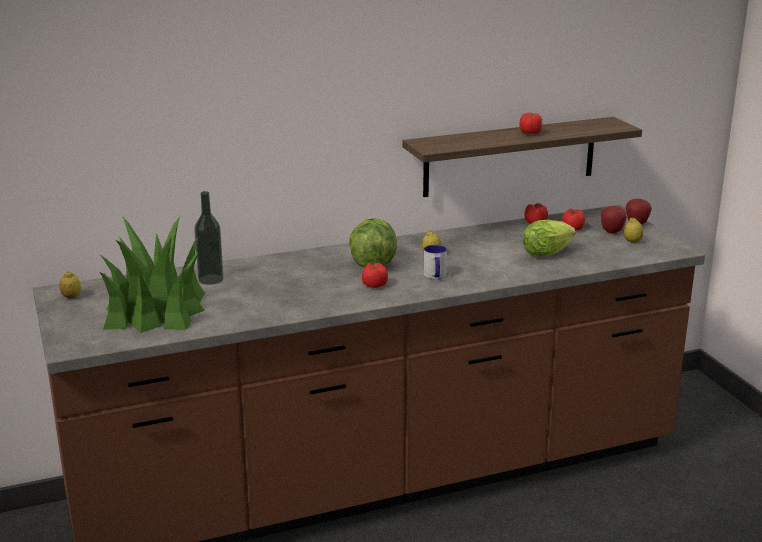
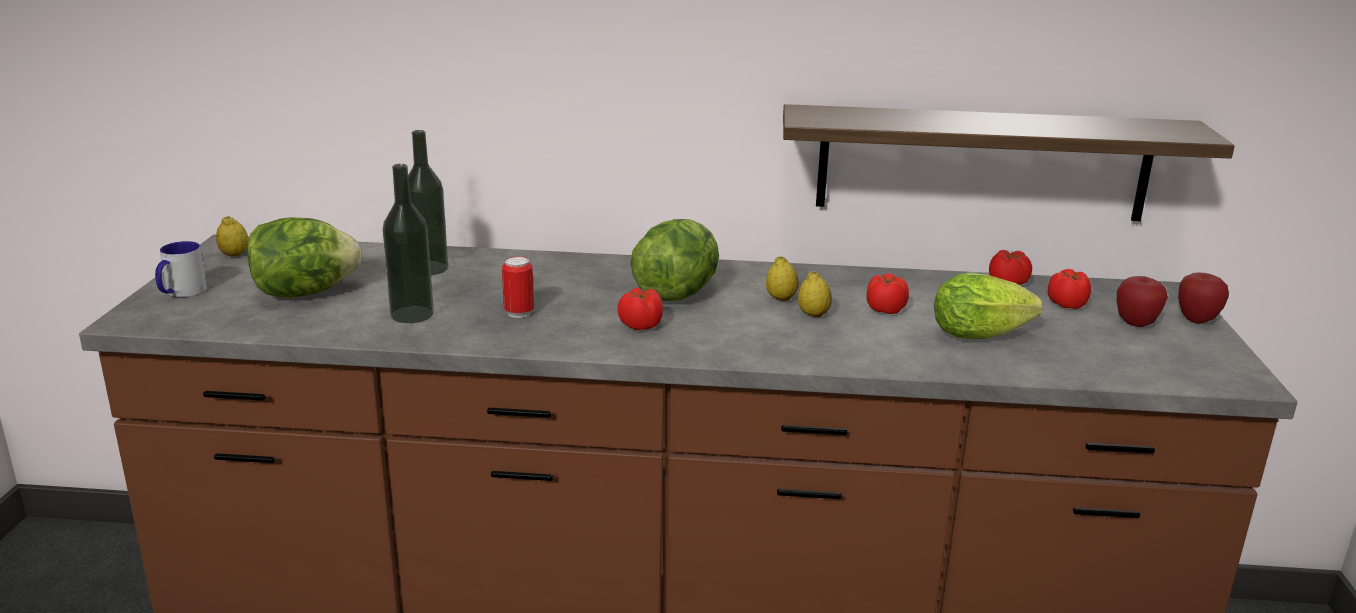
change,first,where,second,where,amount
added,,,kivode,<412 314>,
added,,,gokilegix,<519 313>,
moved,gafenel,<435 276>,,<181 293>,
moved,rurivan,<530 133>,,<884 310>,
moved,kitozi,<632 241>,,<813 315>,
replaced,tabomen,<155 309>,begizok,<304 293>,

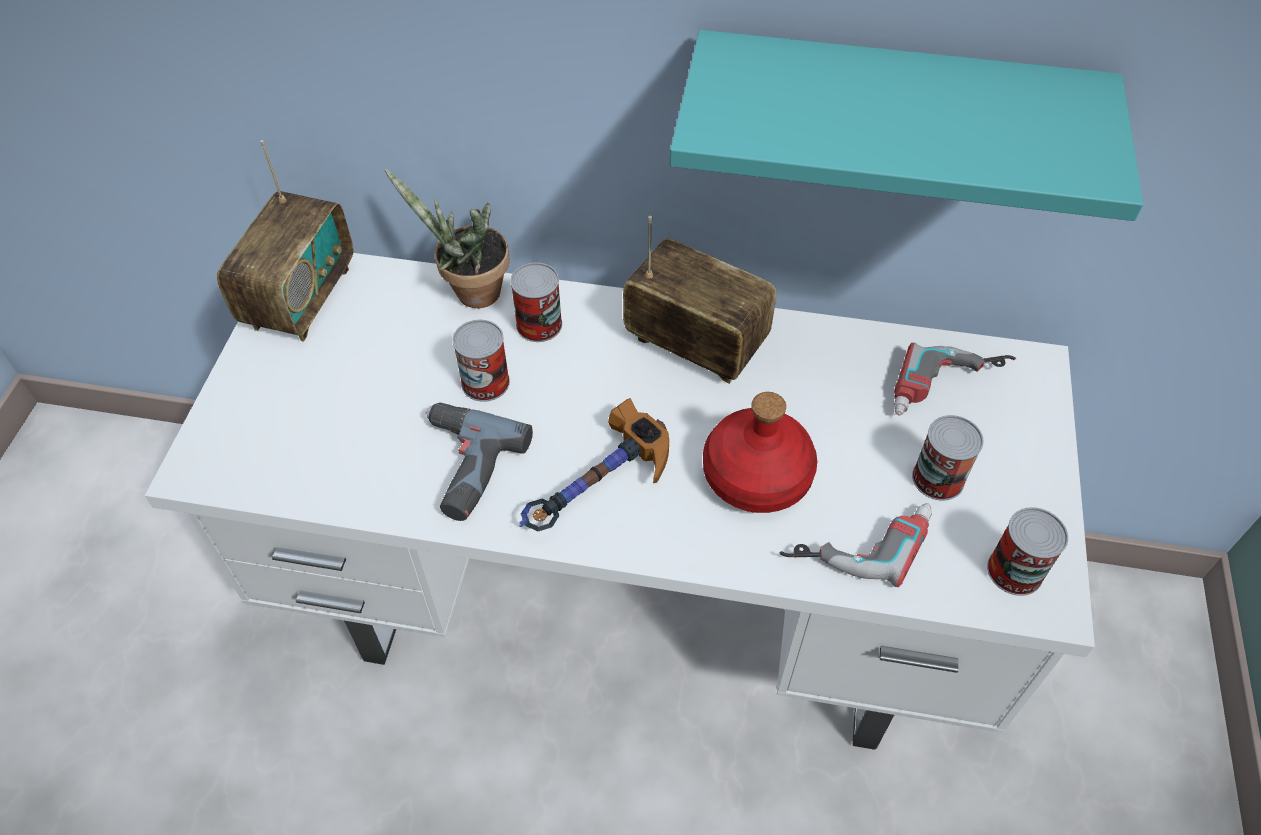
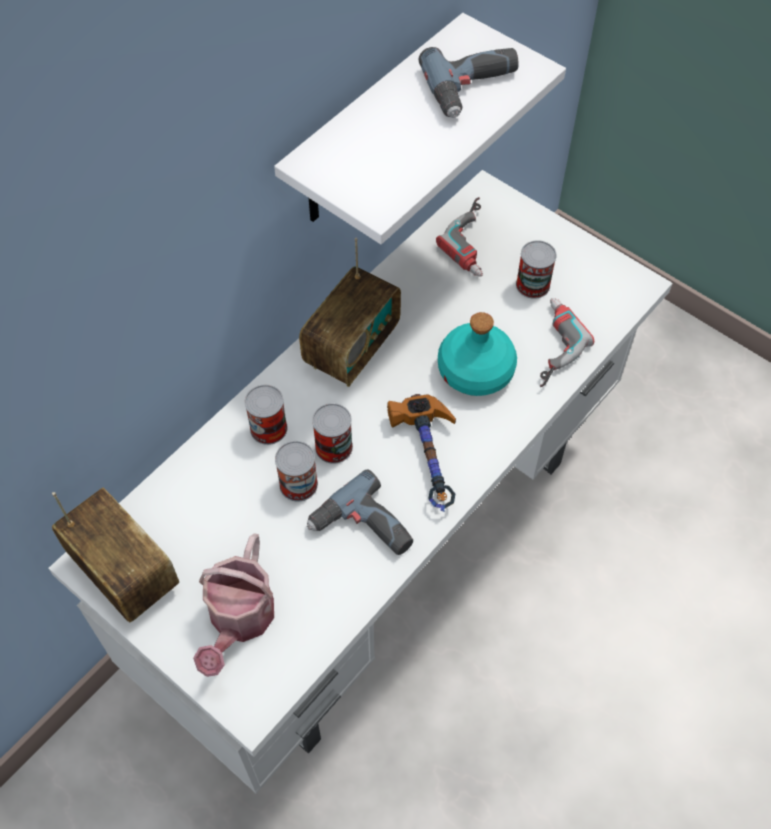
change,first,where,second,where,amount
removed,tabomen,<471 293>,,,
added,,,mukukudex,<239 621>,
added,,,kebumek,<474 88>,
moved,gokilegix,<1015 571>,,<334 447>,
recoloured,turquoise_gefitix,<890 117>,white_gefitix,<373 126>,
recoloured,red_kivode,<755 476>,turquoise_kivode,<474 371>,
turned,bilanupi,<695 345>,,<352 348>,150 degrees clockwise

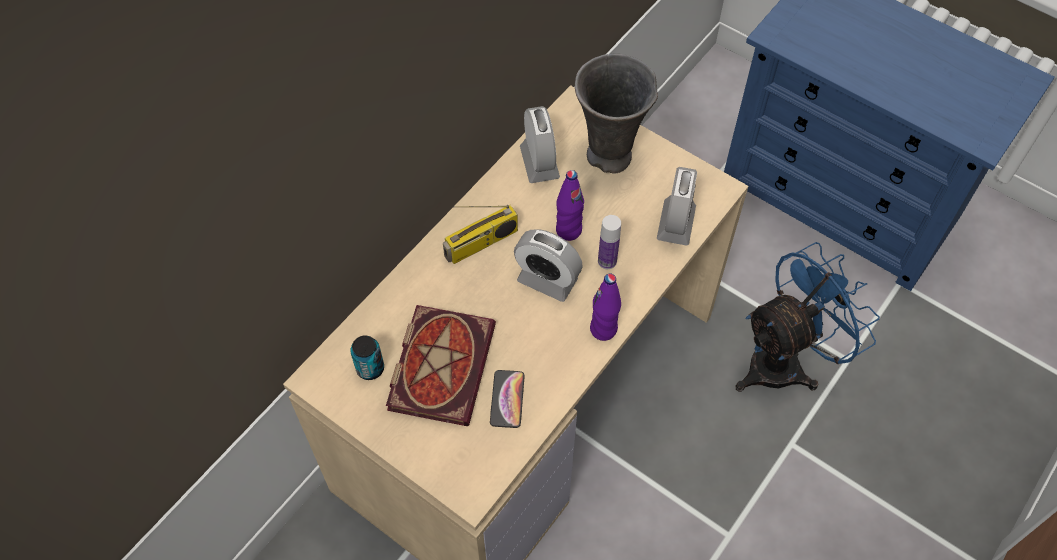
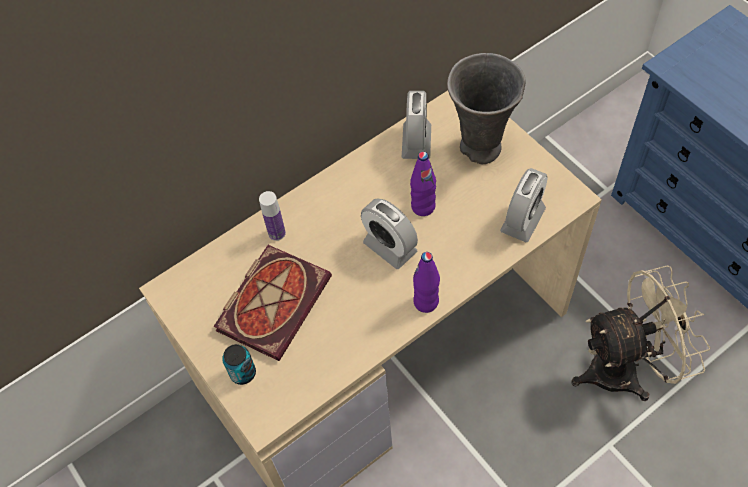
change,first,where,second,where,amount
removed,bilanupi,<481 244>,,,
removed,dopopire,<507 399>,,,
moved,gokilegix,<370 368>,,<243 373>,
moved,kivode,<607 261>,,<277 233>,
recoloured,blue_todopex,<785 361>,beige_todopex,<624 368>,

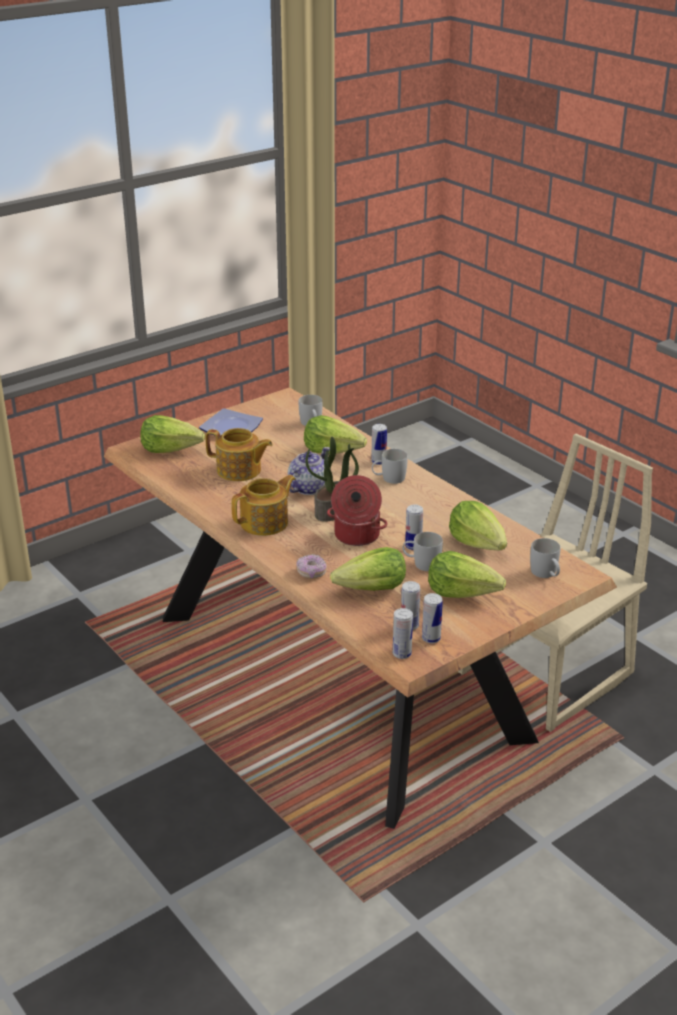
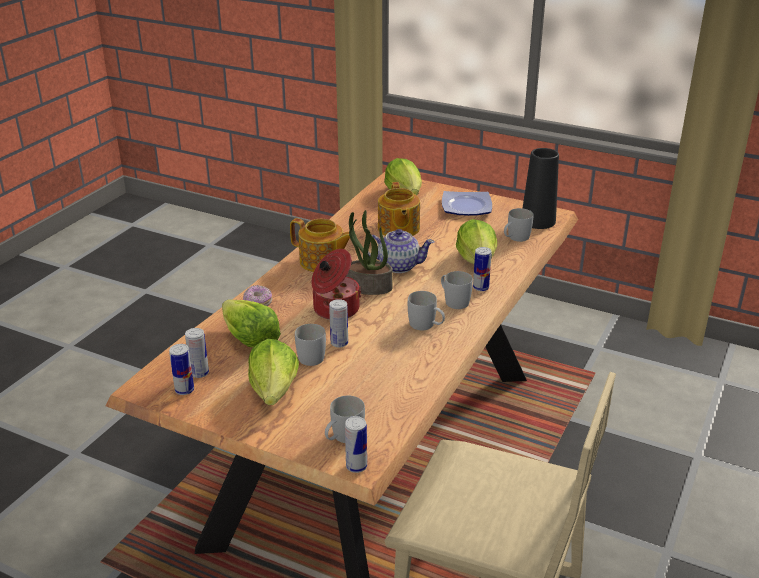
change,first,where,second,where,amount
removed,begizok,<478 543>,,,
added,,,white_gafenel,<426 326>,
added,,,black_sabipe,<538 221>,
moved,gokilegix,<402 654>,,<356 466>,

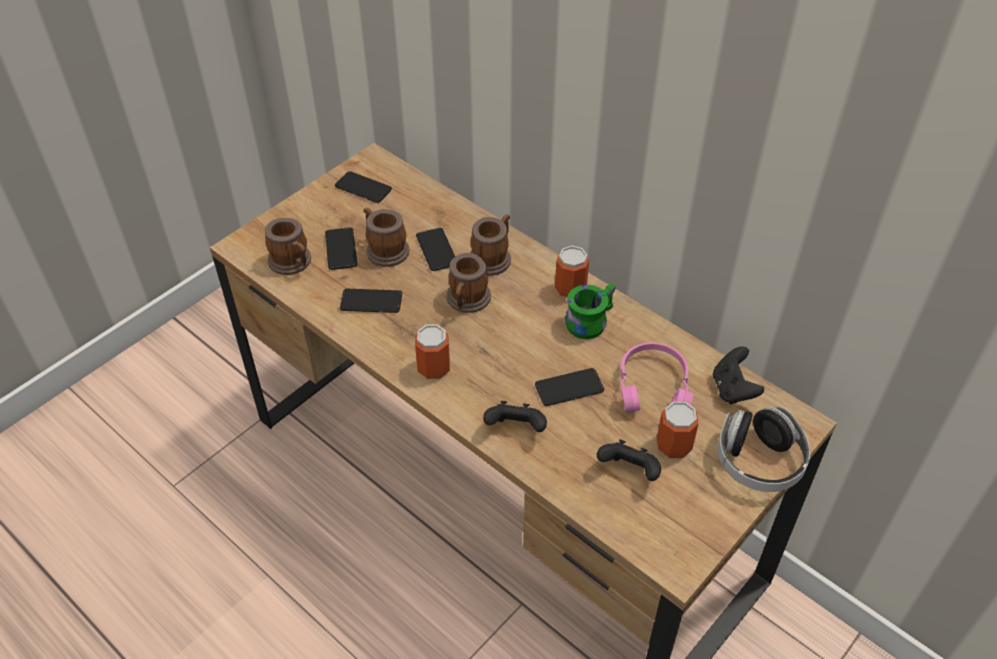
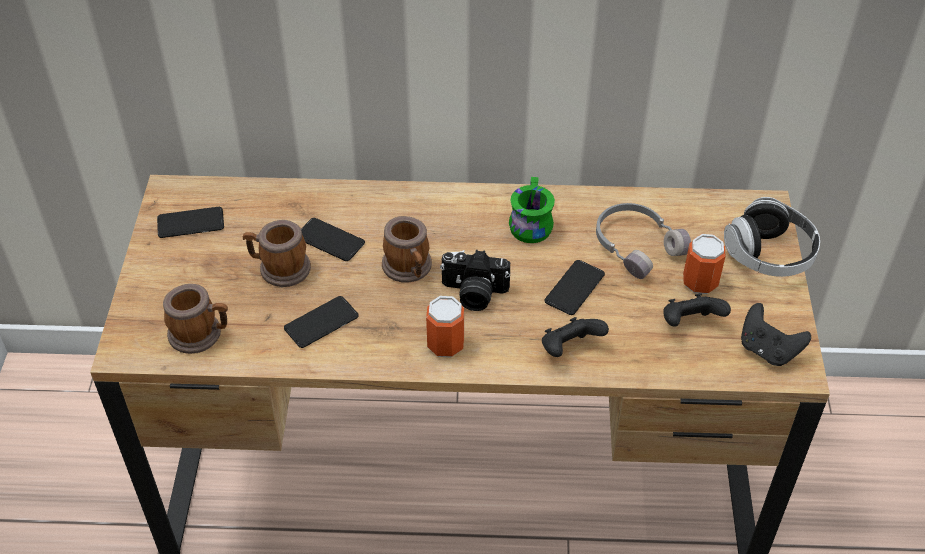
change,first,where,second,where,amount
removed,dopopire,<341 249>,,,
removed,gafenel,<492 258>,,,
removed,gokilegix,<570 289>,,,
added,,,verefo,<473 294>,
moved,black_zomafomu,<733 389>,,<767 350>,
recoloured,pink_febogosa,<654 386>,grey_febogosa,<636 245>,

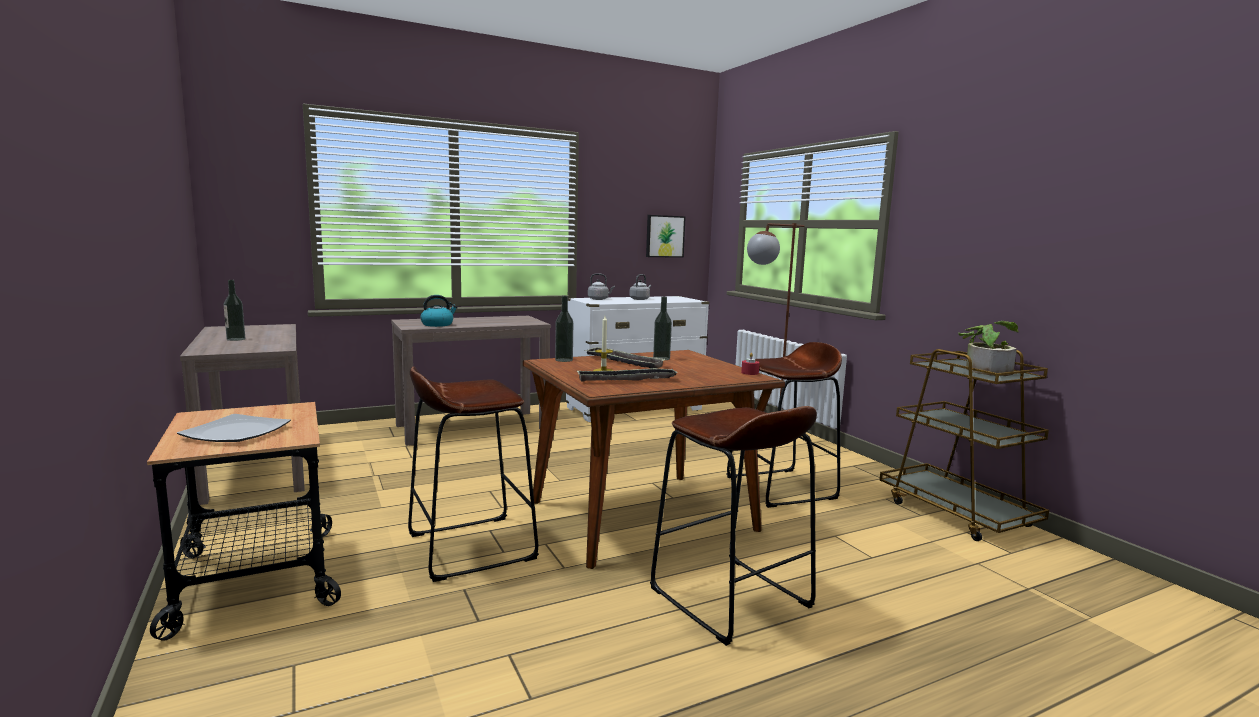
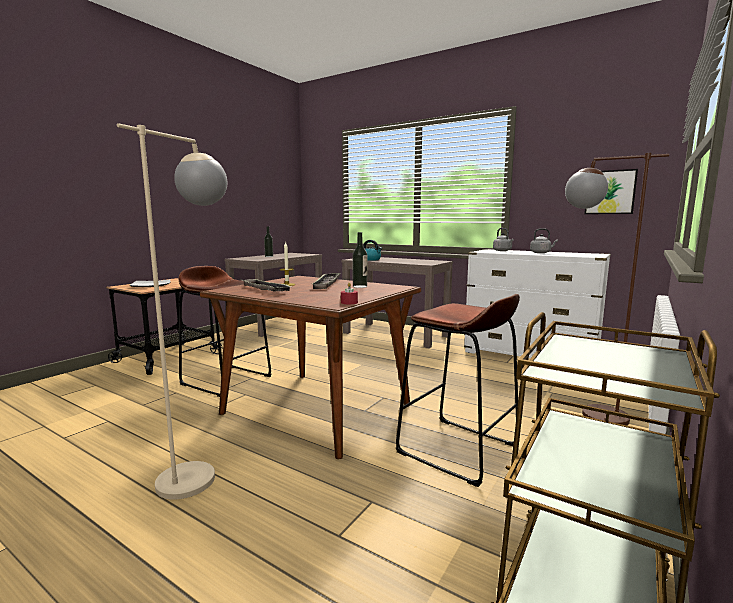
change,first,where,second,where,amount
removed,kivode,<564 360>,,,
removed,tabomen,<985 370>,,,
replaced,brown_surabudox,<730 598>,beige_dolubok,<201 470>,

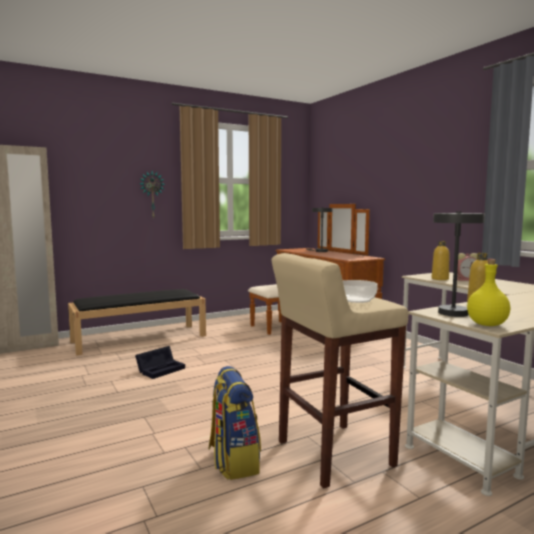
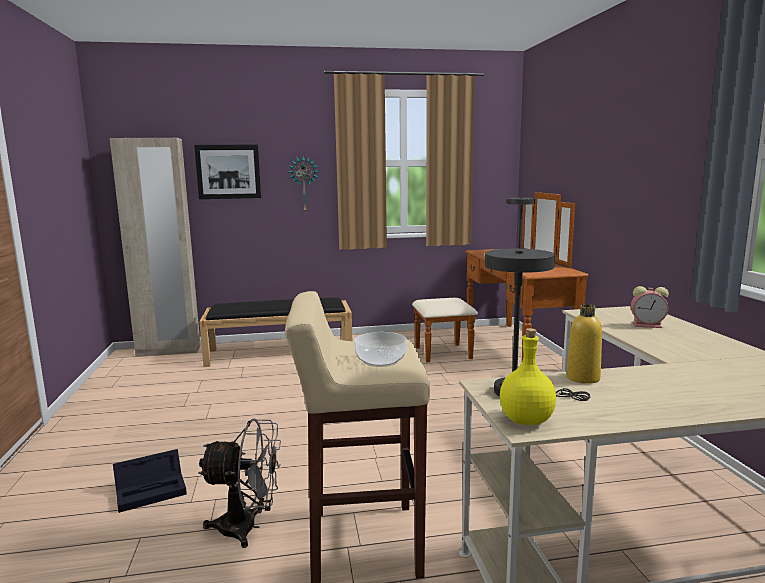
change,first,where,second,where,amount
removed,yellow_kivode,<440 279>,,,
added,,,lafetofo,<228 171>,
moved,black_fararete,<161 369>,,<153 490>,
replaced,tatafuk,<233 461>,grey_todopex,<248 528>,

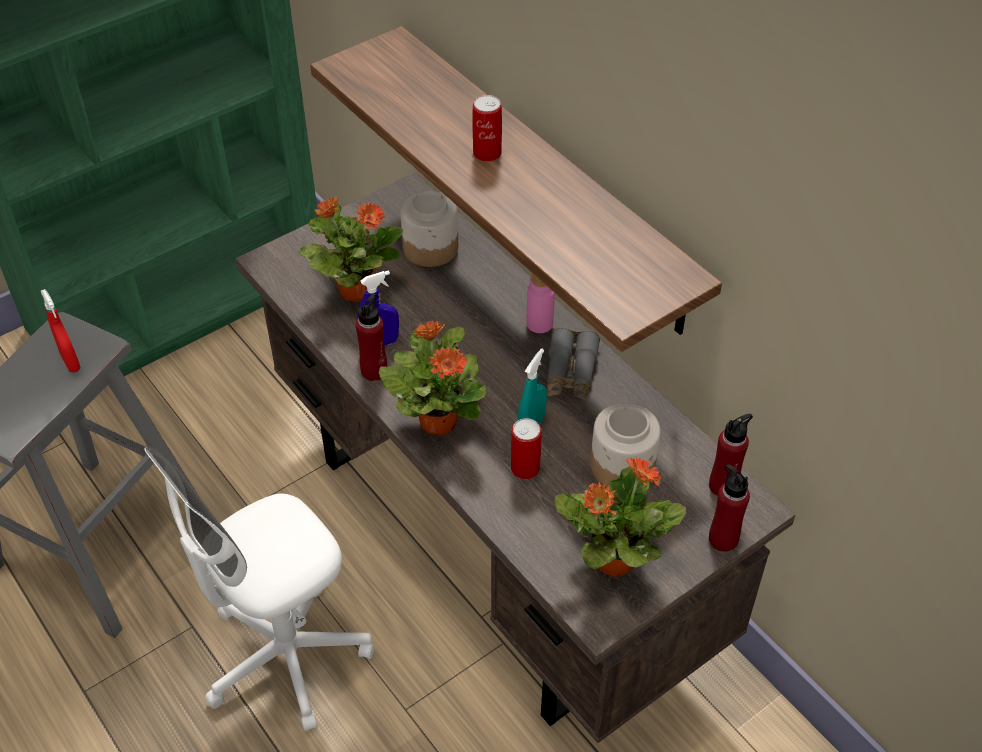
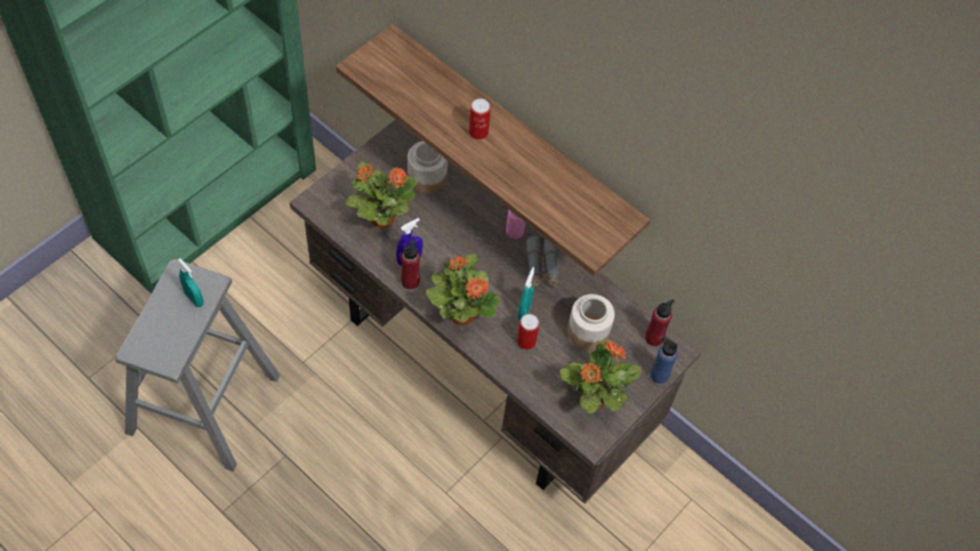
change,first,where,second,where,amount
removed,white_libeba,<286 657>,,,
recoloured,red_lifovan,<70 362>,turquoise_lifovan,<194 298>,
recoloured,red_kivode,<723 539>,blue_kivode,<659 375>,

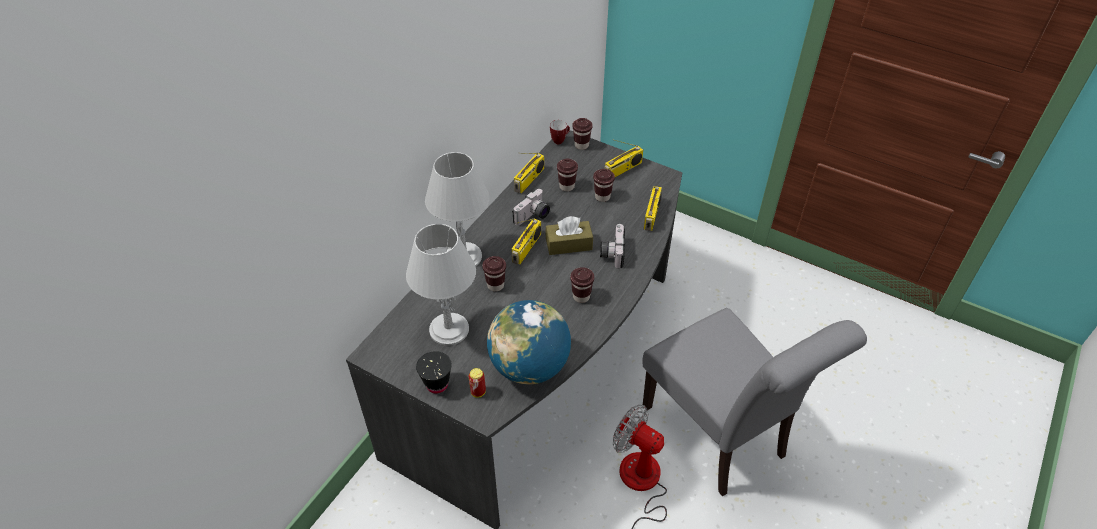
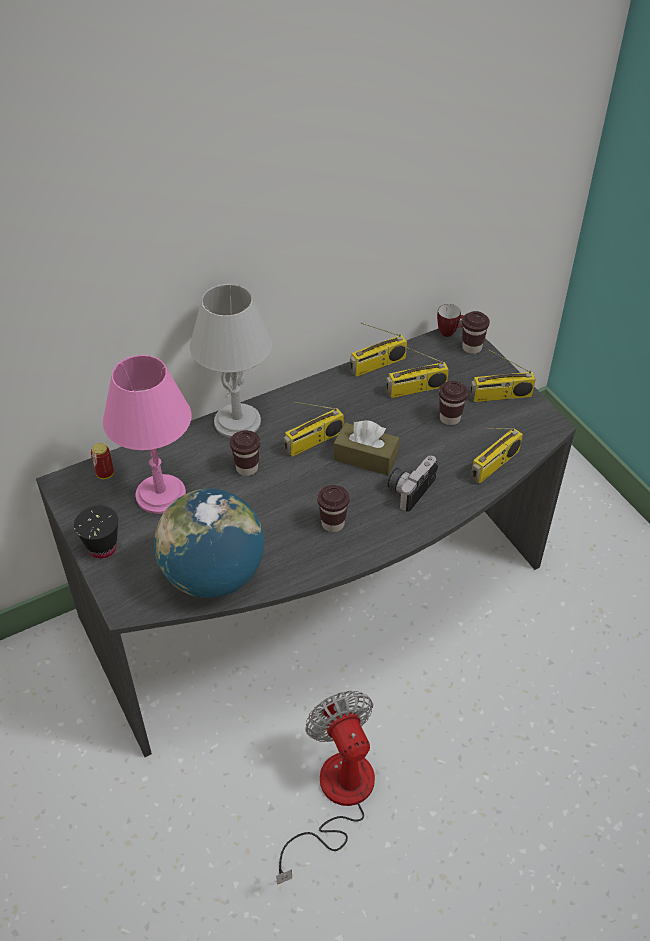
change,first,where,second,where,amount
removed,verefo,<533 216>,,,
removed,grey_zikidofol,<720 437>,,,
moved,gokilegix,<478 392>,,<105 474>,
replaced,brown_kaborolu,<566 186>,bilanupi,<416 389>,
recoloured,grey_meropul,<449 329>,pink_meropul,<161 494>,

